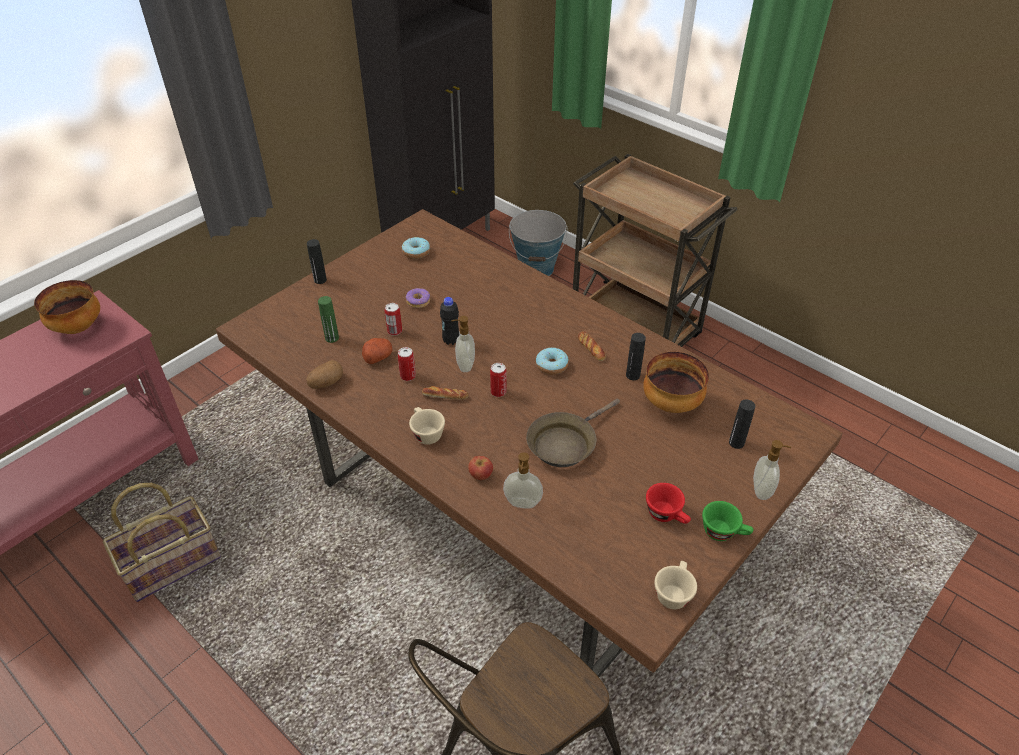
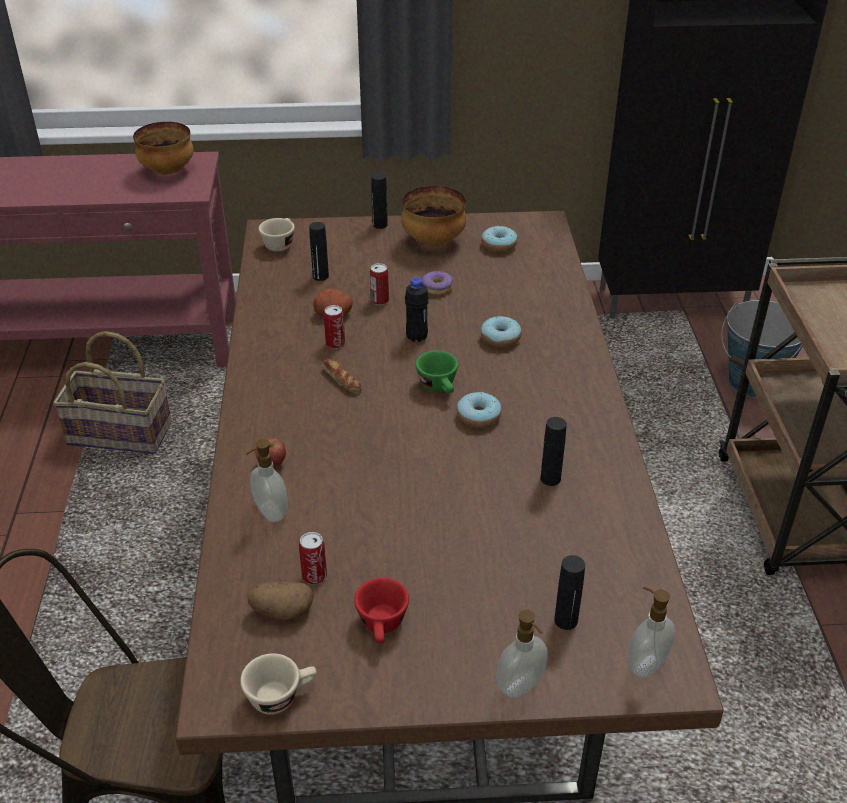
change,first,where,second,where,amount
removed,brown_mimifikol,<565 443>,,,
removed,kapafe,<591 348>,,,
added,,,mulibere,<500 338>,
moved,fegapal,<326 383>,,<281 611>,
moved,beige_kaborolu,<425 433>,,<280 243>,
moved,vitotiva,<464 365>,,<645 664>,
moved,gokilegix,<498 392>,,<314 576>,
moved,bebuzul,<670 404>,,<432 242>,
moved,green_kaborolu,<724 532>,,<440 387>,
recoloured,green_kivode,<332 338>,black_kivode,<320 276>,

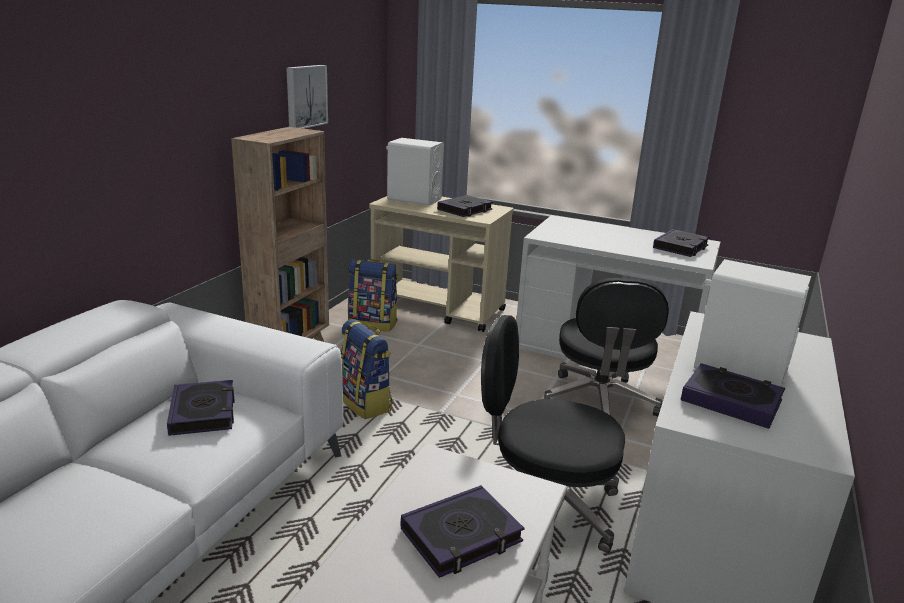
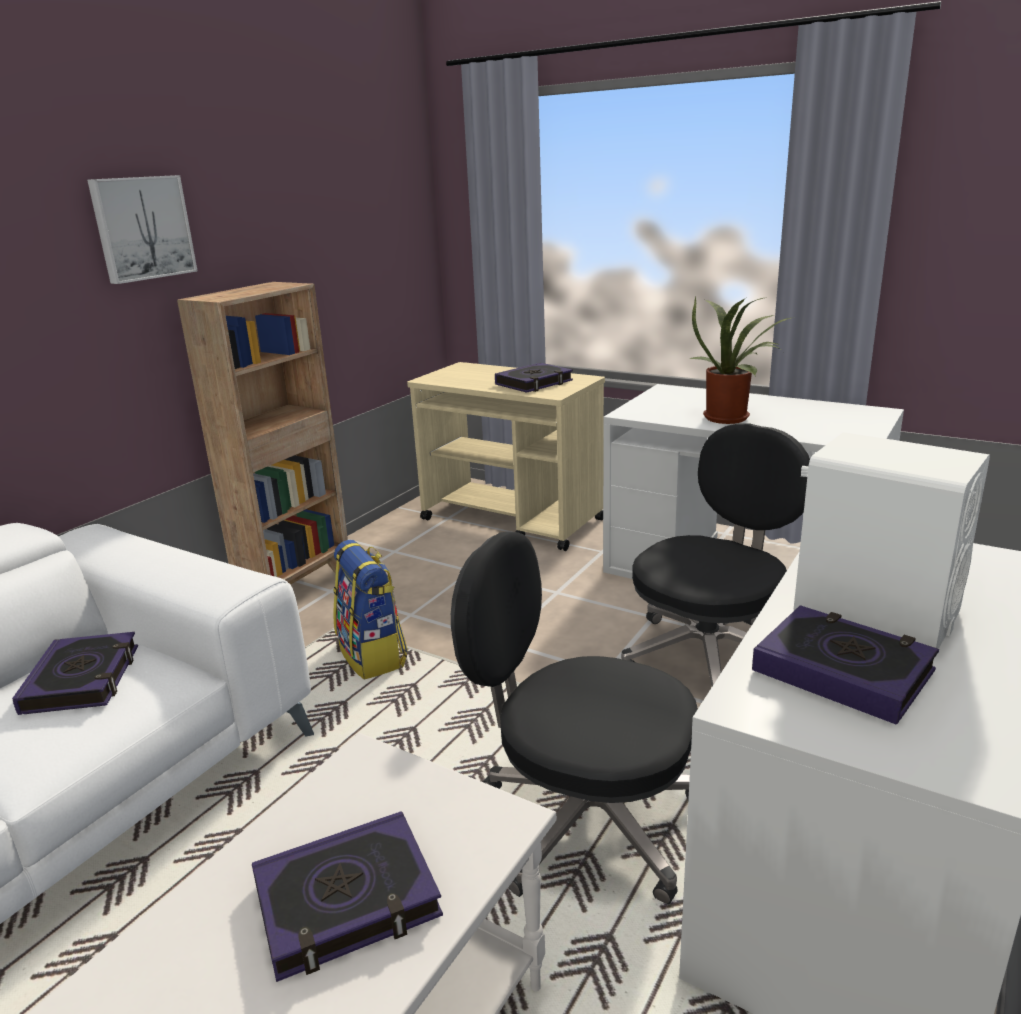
change,first,where,second,where,amount
removed,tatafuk,<373 324>,,,
removed,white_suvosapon,<414 199>,,,
removed,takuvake,<681 247>,,,
added,,,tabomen,<730 418>,
moved,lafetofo,<305 96>,,<142 228>,
turned,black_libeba,<599 403>,,<709 655>,150 degrees counterclockwise

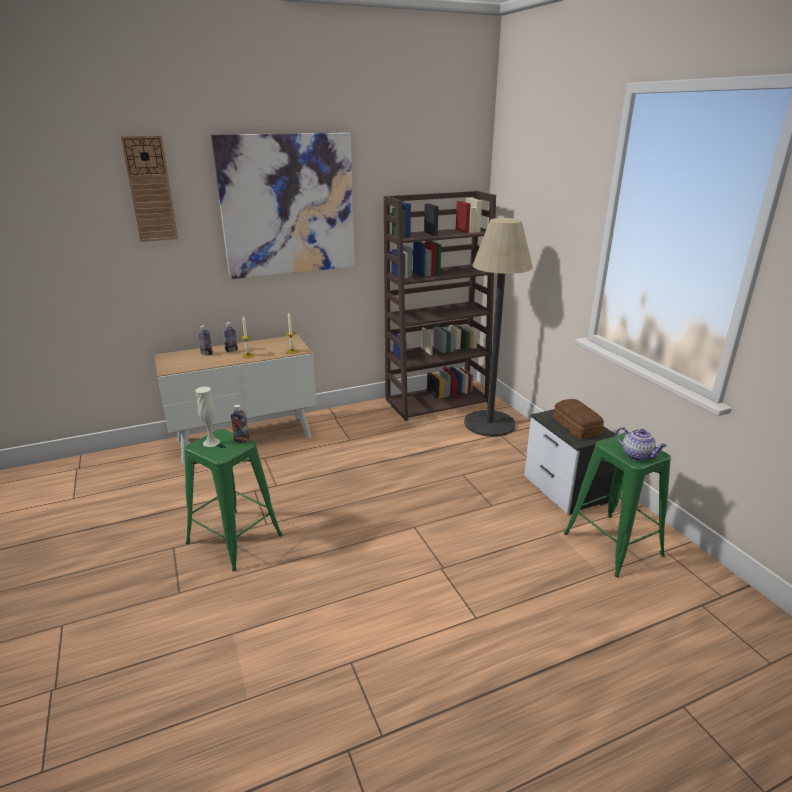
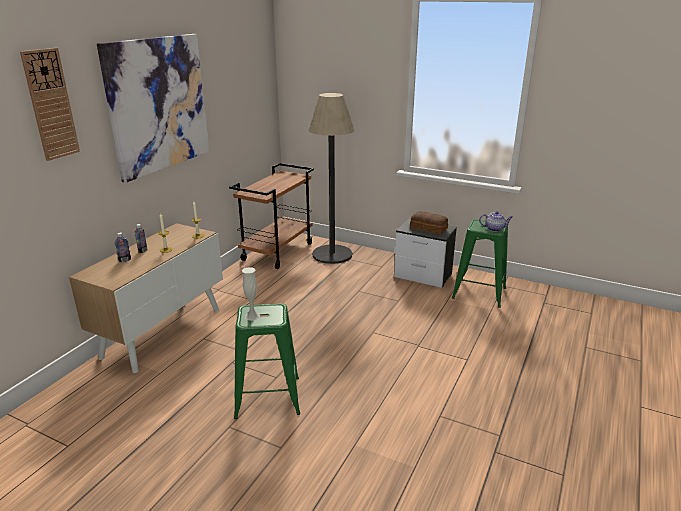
change,first,where,second,where,amount
removed,kivode,<241 440>,,,
replaced,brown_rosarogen,<438 400>,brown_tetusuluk,<277 251>,

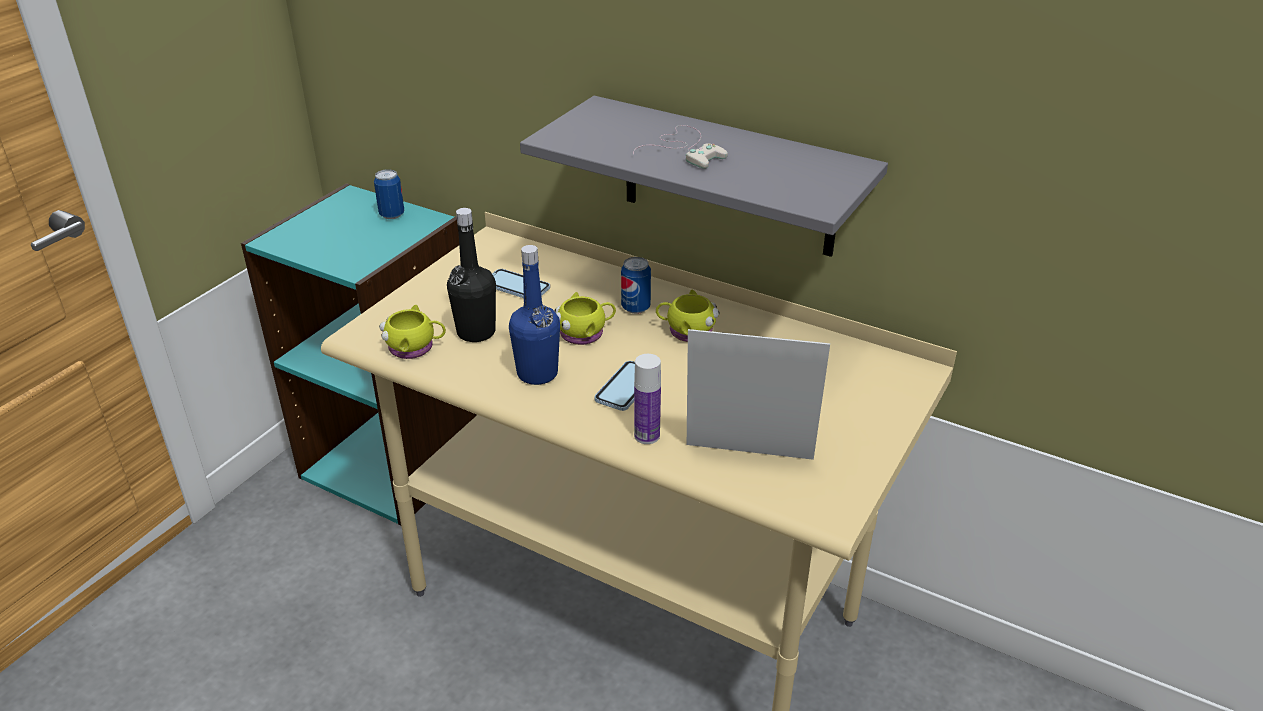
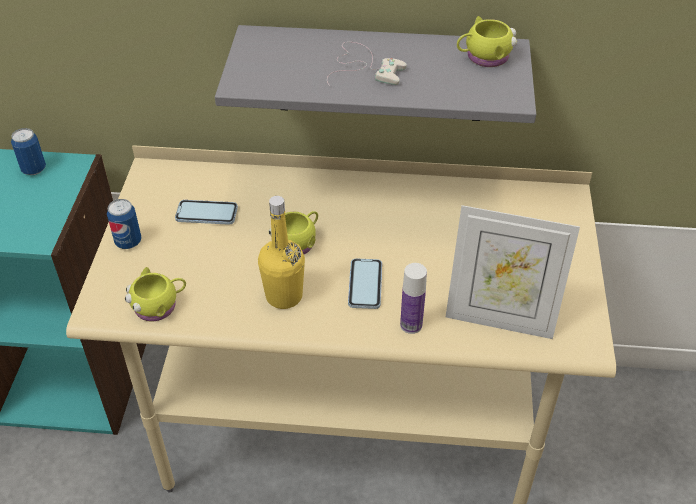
change,first,where,second,where,amount
removed,black_kivode,<476 332>,,,
moved,gokilegix,<635 308>,,<128 242>,
moved,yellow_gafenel,<686 331>,,<484 57>,
recoloured,blue_kivode,<537 373>,yellow_kivode,<284 296>,
turned,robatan,<748 460>,,<500 319>,150 degrees counterclockwise

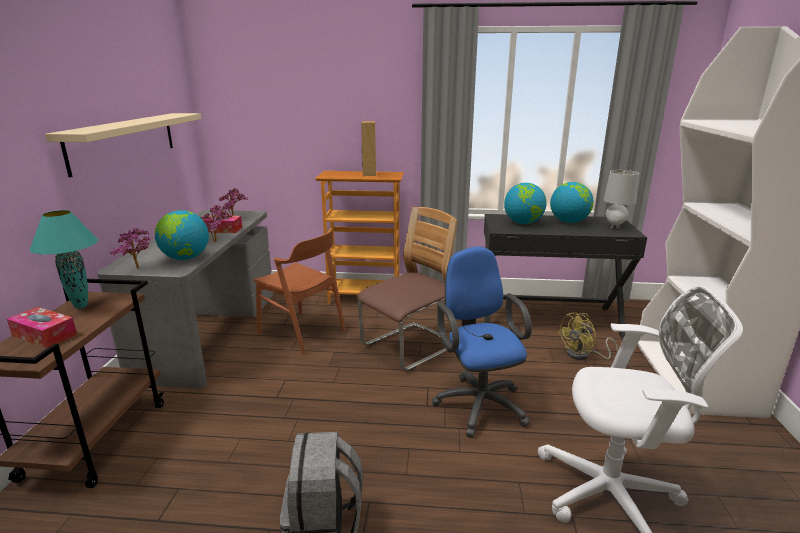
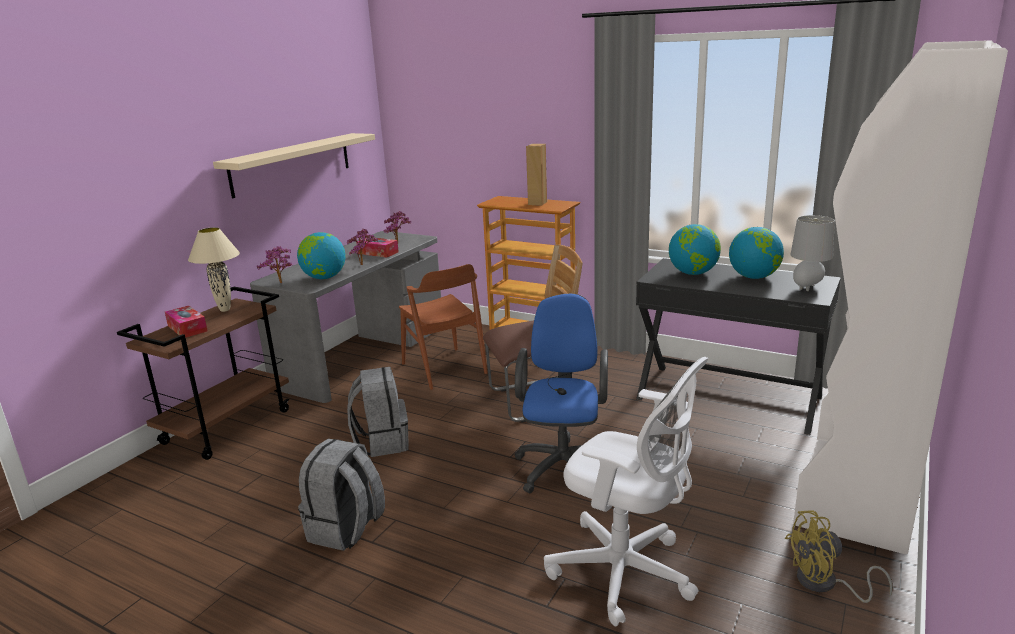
change,first,where,second,where,amount
added,,,grey_tatafuk,<382 442>,
moved,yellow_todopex,<583 355>,,<825 584>,
recoloured,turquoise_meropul,<80 306>,beige_meropul,<224 310>,

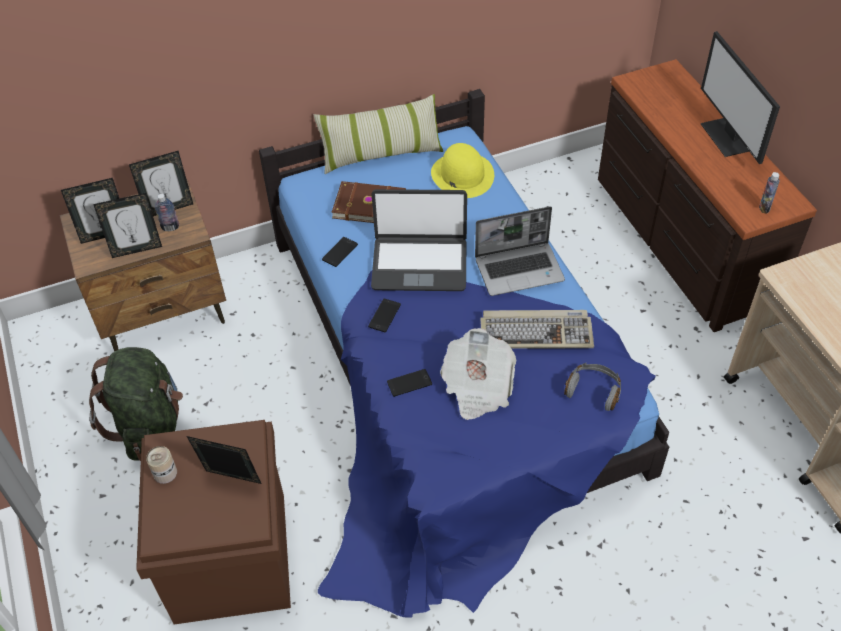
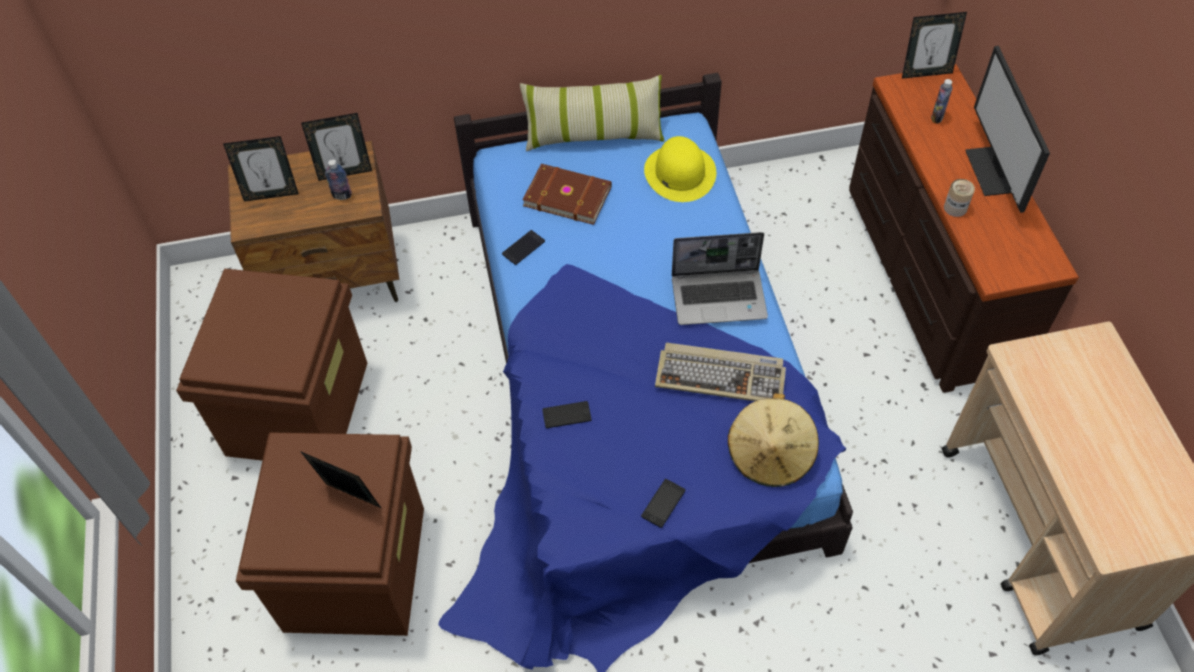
change,first,where,second,where,amount
removed,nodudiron,<419 264>,,,
removed,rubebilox,<477 387>,,,
moved,robatan,<136 249>,,<925 72>,
moved,gokilegix,<165 473>,,<955 208>,
moved,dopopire,<384 315>,,<663 503>,
moved,kivode,<764 207>,,<937 117>,
replaced,green_tatafuk,<150 425>,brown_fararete,<297 406>,
replaced,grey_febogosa,<593 390>,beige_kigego,<770 455>,

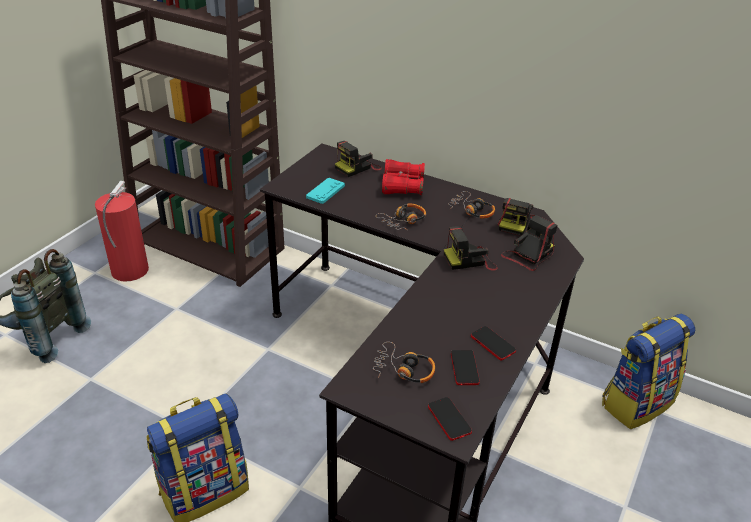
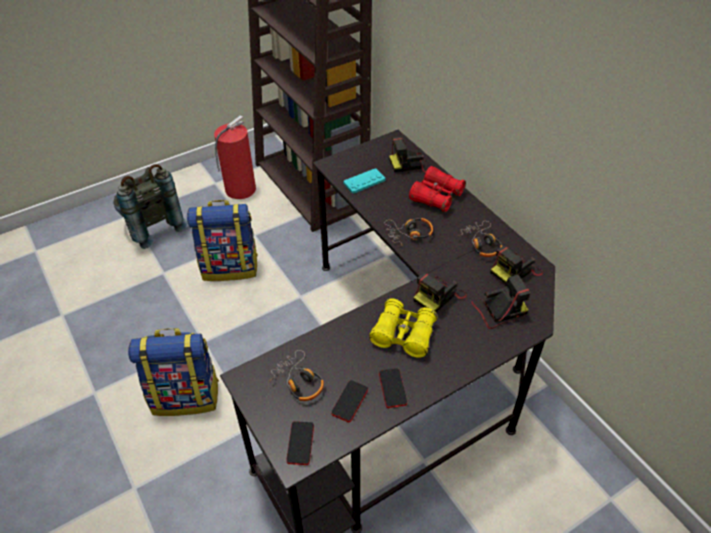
change,first,where,second,where,amount
added,,,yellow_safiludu,<403 334>,
moved,tatafuk,<636 402>,,<230 267>,
turned,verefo,<470 260>,,<438 296>,60 degrees counterclockwise

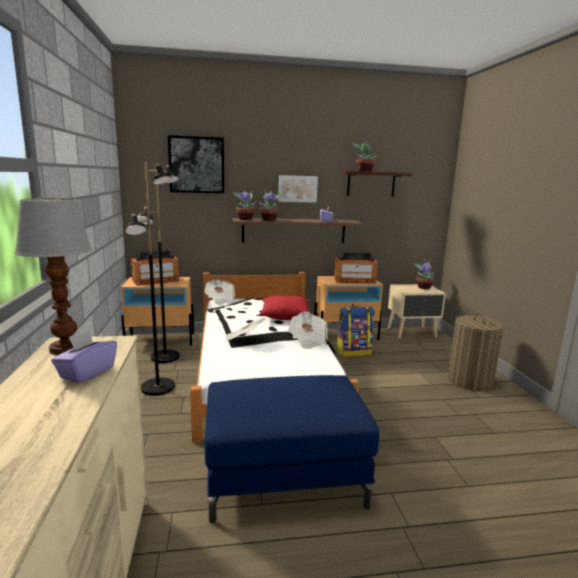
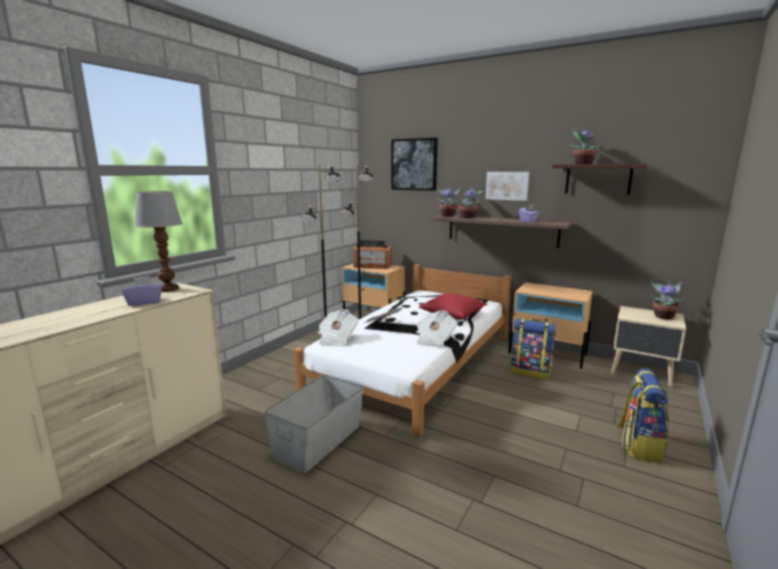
change,first,where,second,where,amount
removed,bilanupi,<354 281>,,,
moved,rubebilox,<220 300>,,<336 338>,
replaced,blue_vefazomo,<284 476>,grey_fararete,<319 441>,
replaced,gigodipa,<470 381>,tatafuk,<639 445>,

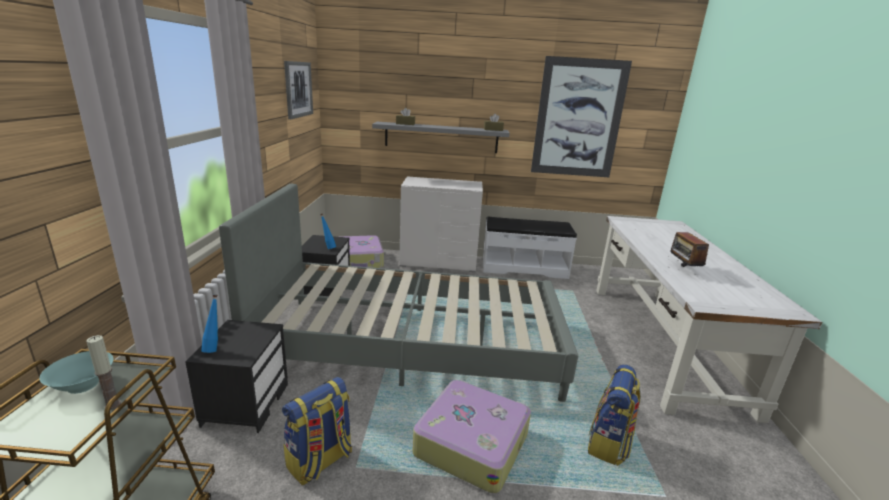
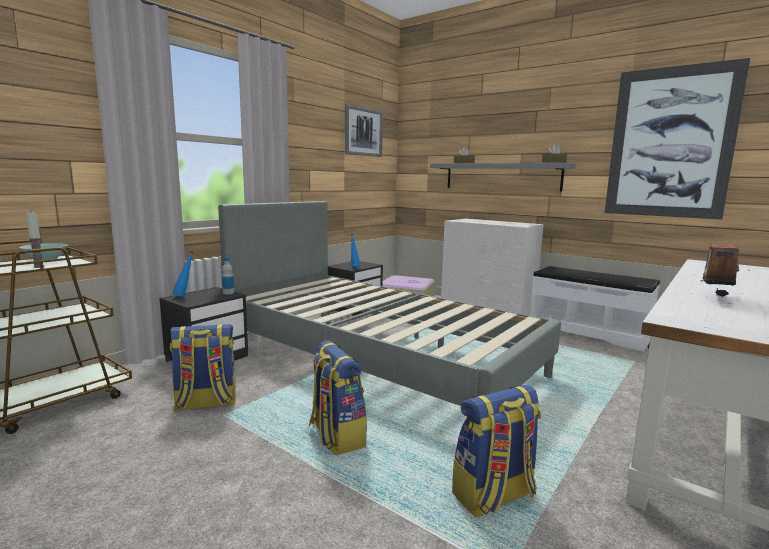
change,first,where,second,where,amount
added,,,kivode,<228 293>,
replaced,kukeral,<471 443>,tatafuk,<336 436>,

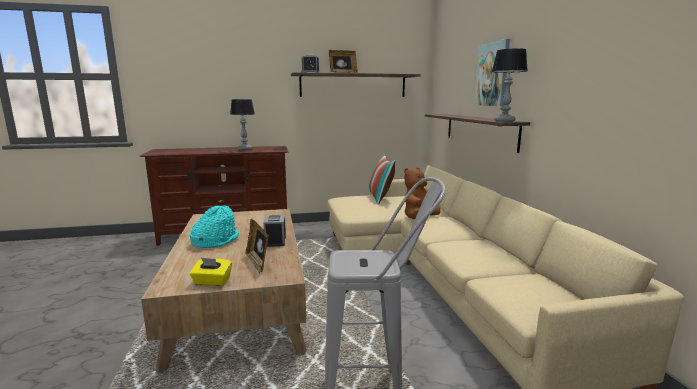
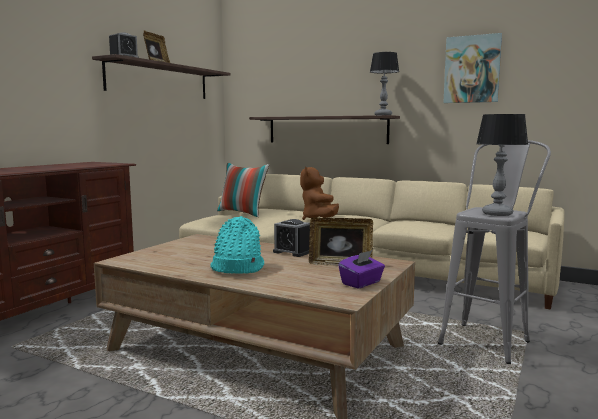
change,first,where,second,where,amount
moved,meropul,<244 149>,,<496 214>,
moved,lafetofo,<492 74>,,<472 69>,
recoloured,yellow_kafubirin,<212 282>,purple_kafubirin,<361 283>,

